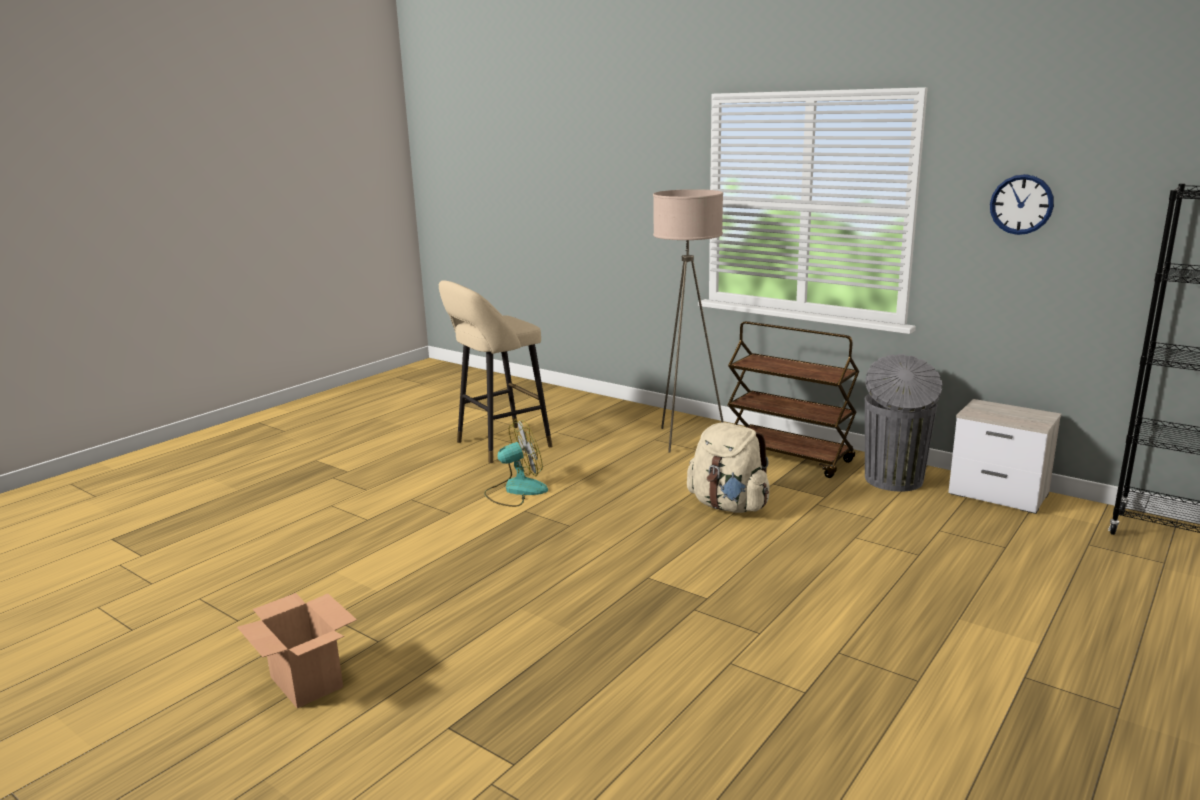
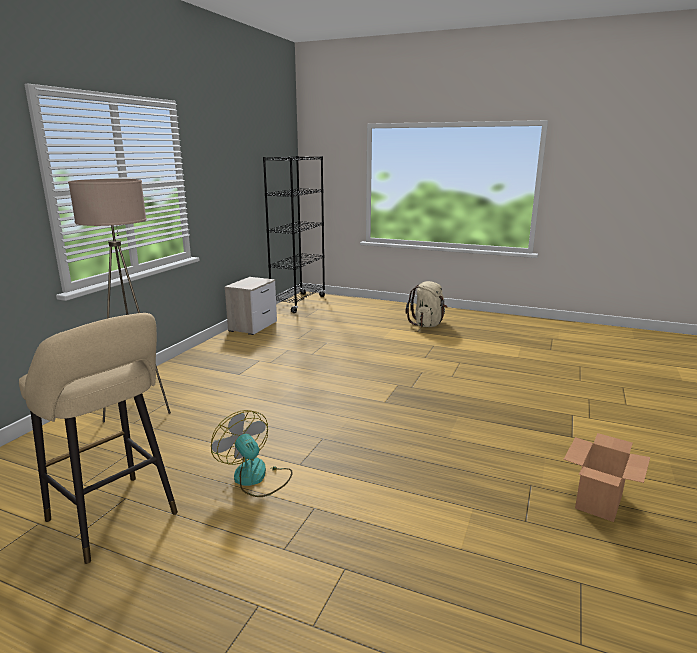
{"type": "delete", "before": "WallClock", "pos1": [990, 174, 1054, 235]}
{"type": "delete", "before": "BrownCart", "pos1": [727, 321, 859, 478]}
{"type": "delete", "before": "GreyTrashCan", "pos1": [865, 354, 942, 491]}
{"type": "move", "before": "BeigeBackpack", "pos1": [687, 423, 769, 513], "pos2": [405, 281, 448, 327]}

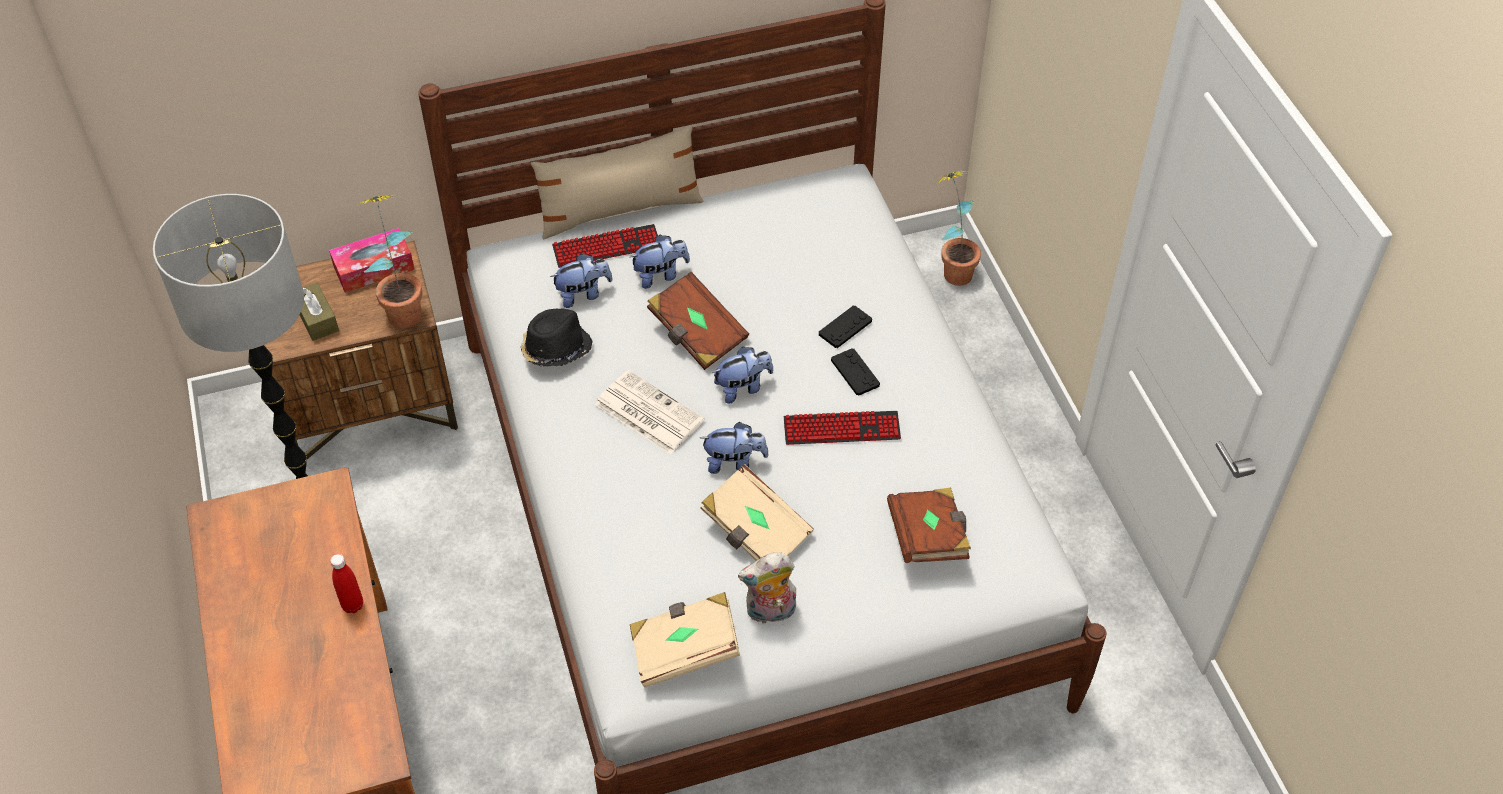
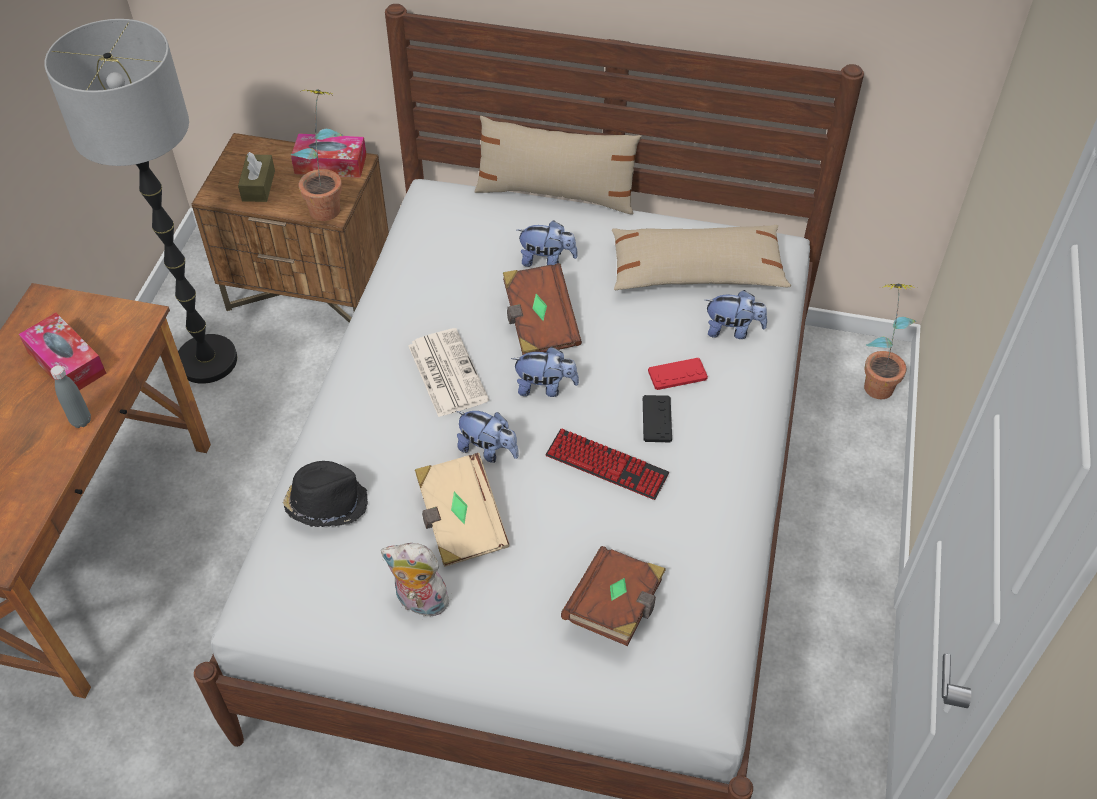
{"type": "delete", "before": "Keyboard", "pos1": [552, 224, 658, 268]}
{"type": "move", "before": "PlushToy", "pos1": [550, 254, 613, 308], "pos2": [705, 290, 767, 339]}
{"type": "recolor", "before": "BlackGameController", "after": "RedGameController", "pos1": [819, 306, 872, 348], "pos2": [648, 358, 708, 390]}
{"type": "move", "before": "BlackHat", "pos1": [521, 309, 593, 366], "pos2": [283, 461, 368, 527]}
{"type": "recolor", "before": "RedBottle", "after": "GreyBottle", "pos1": [330, 554, 363, 613], "pos2": [50, 365, 91, 428]}
{"type": "delete", "before": "BeigeBook", "pos1": [630, 592, 740, 687]}
{"type": "insert", "after": "BeigePillow", "pos2": [612, 225, 791, 290]}
{"type": "insert", "after": "TissueBox", "pos2": [19, 313, 107, 390]}

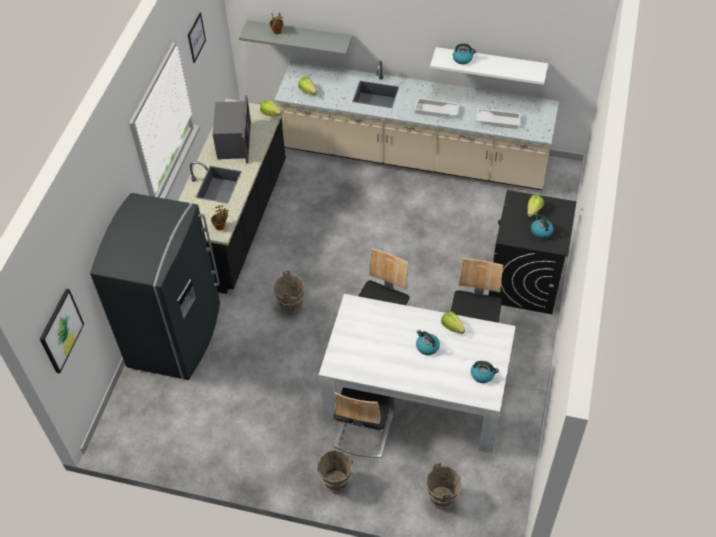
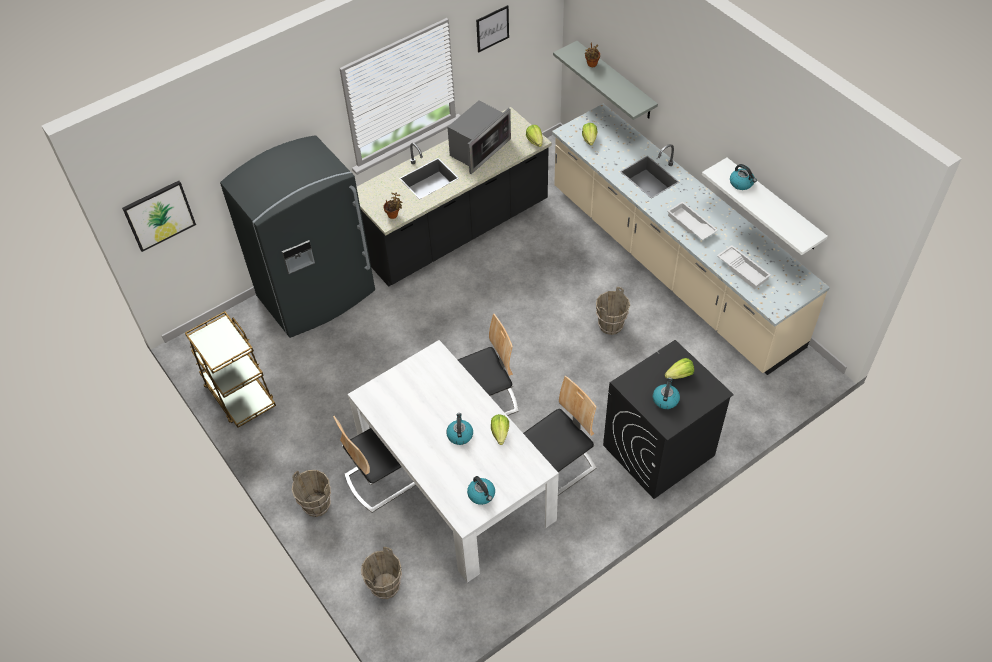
{"type": "move", "before": "BrownBucket", "pos1": [274, 270, 305, 314], "pos2": [596, 287, 630, 335]}
{"type": "insert", "after": "BrownCart", "pos2": [185, 311, 276, 428]}

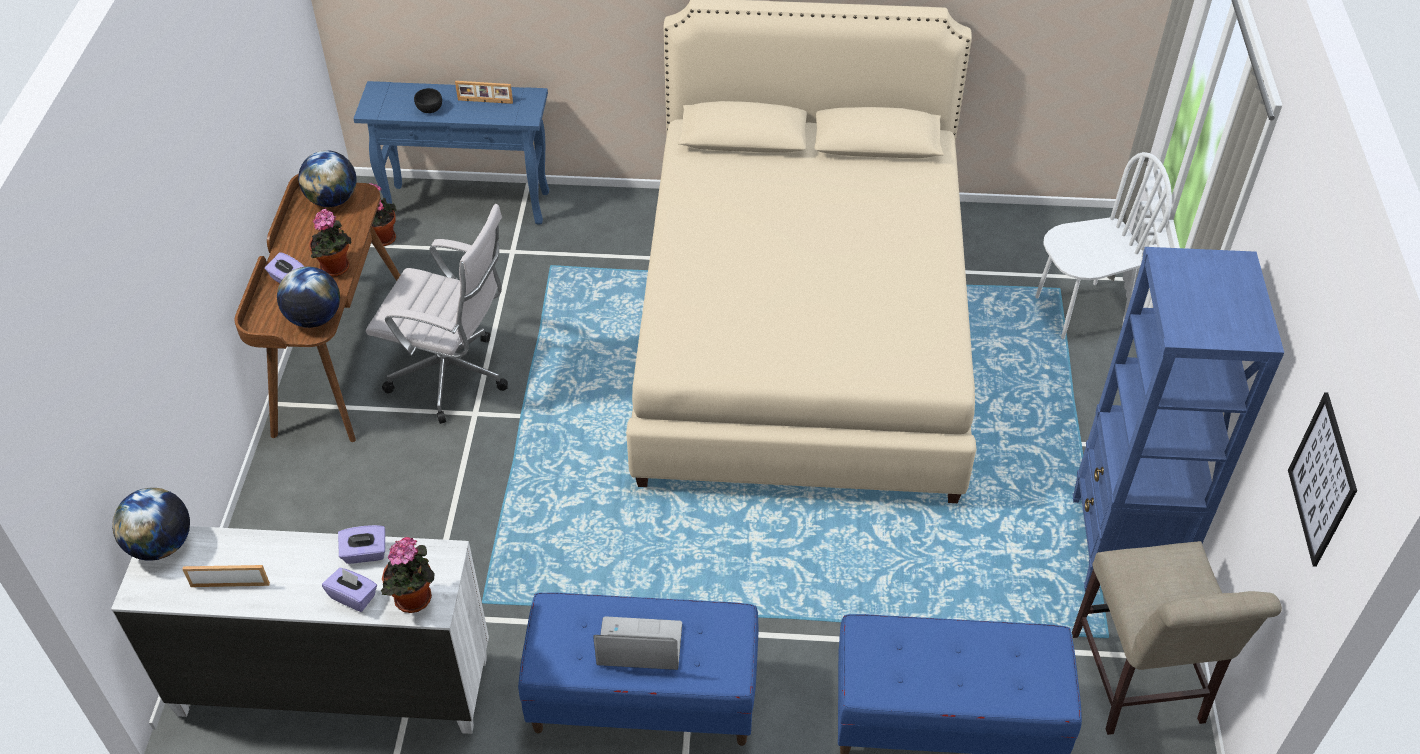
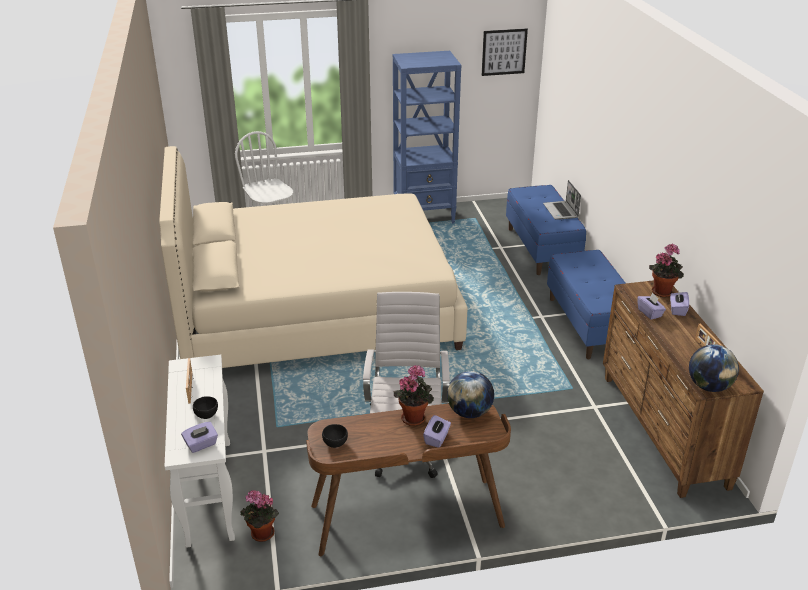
{"type": "recolor", "before": "BlueConsoleTable", "after": "WhiteConsoleTable", "pos1": [353, 81, 549, 224], "pos2": [165, 355, 235, 548]}
{"type": "replace", "before": "Globe", "after": "BlackBowl", "pos1": [298, 150, 357, 207], "pos2": [322, 424, 348, 448]}
{"type": "recolor", "before": "WhiteDresser", "after": "BrownDresser", "pos1": [111, 526, 489, 734], "pos2": [603, 280, 764, 498]}
{"type": "delete", "before": "BeigeChair", "pos1": [1072, 541, 1282, 735]}
{"type": "move", "before": "Laptop", "pos1": [593, 616, 682, 670], "pos2": [543, 180, 581, 220]}
{"type": "insert", "after": "PurpleTissueBox", "pos2": [181, 422, 218, 453]}

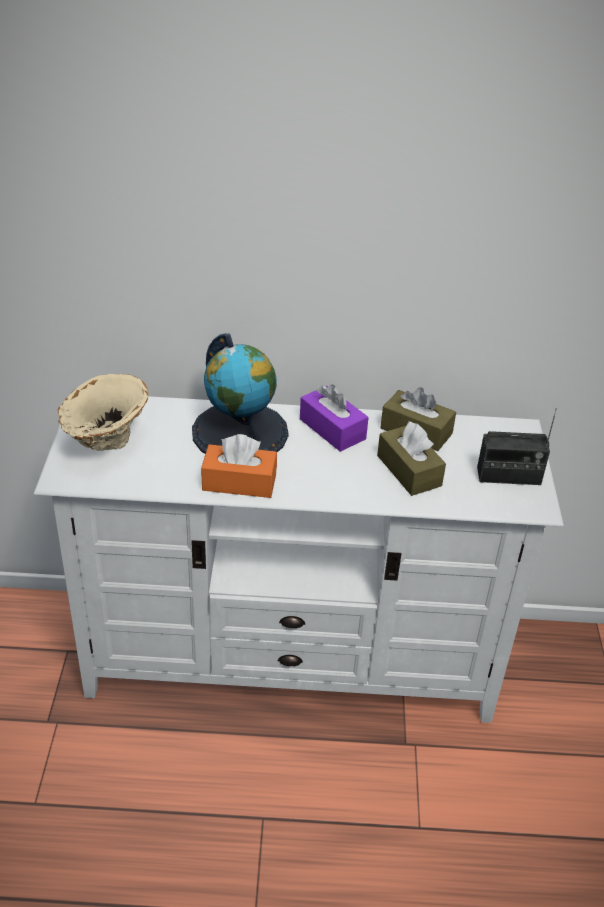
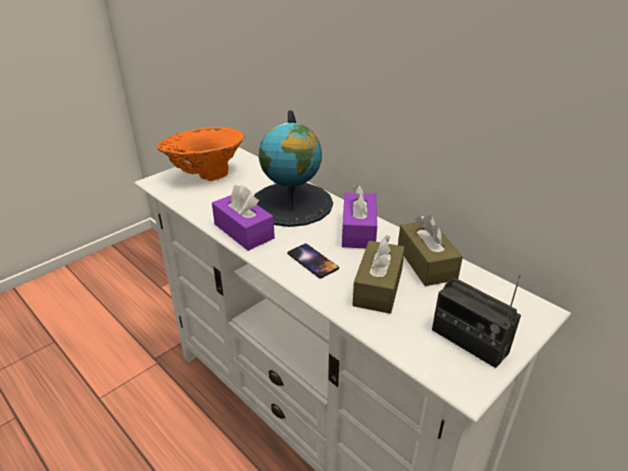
{"type": "recolor", "before": "BeigeVase", "after": "OrangeVase", "pos1": [58, 374, 149, 451], "pos2": [157, 127, 245, 181]}
{"type": "recolor", "before": "OrangeTissueBox", "after": "PurpleTissueBox", "pos1": [201, 434, 277, 498], "pos2": [212, 185, 275, 251]}
{"type": "insert", "after": "Phone", "pos2": [287, 243, 339, 279]}

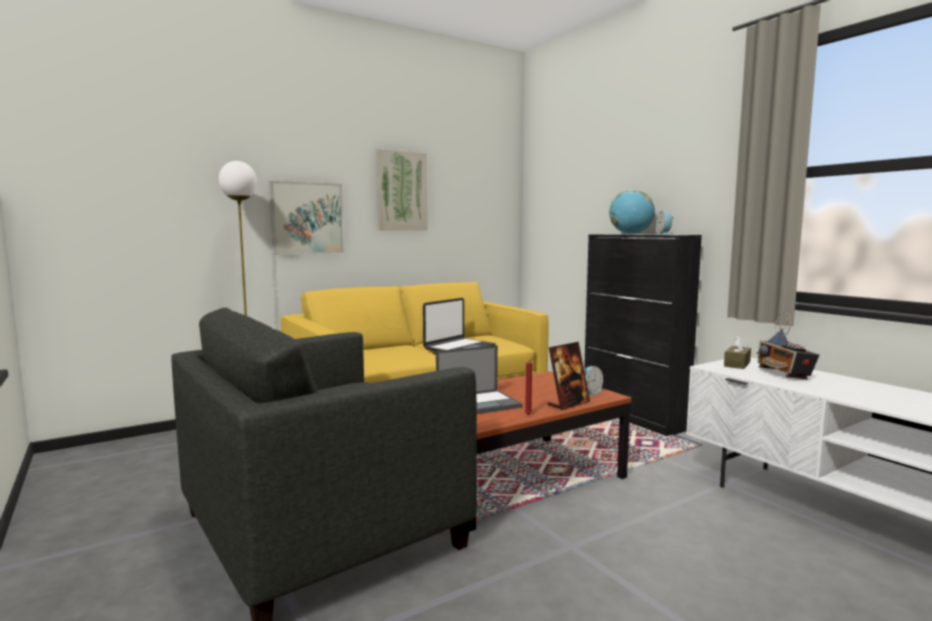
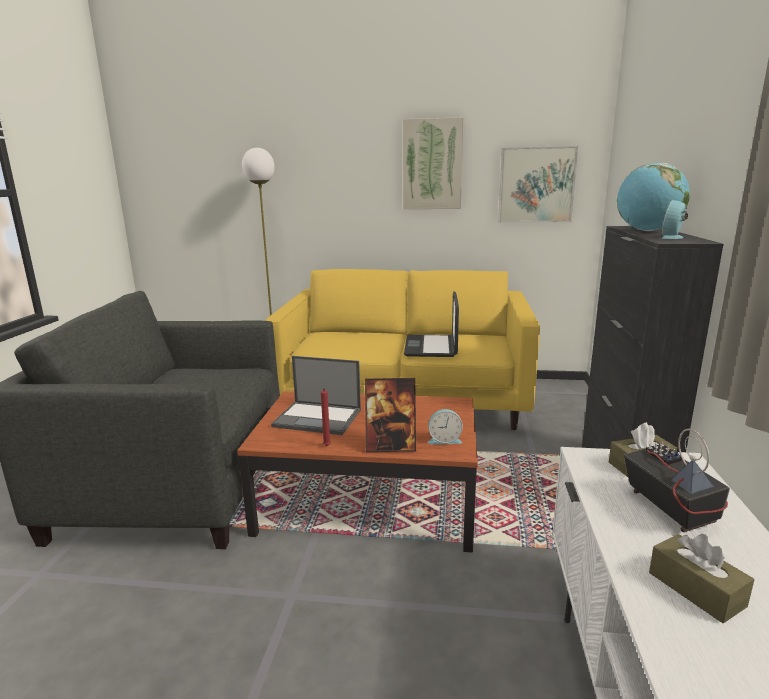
{"type": "move", "before": "Picture", "pos1": [269, 181, 344, 255], "pos2": [498, 146, 578, 223]}
{"type": "rotate", "before": "Laptop", "pos1": [423, 298, 496, 351], "pos2": [404, 291, 459, 357], "turn": 105}
{"type": "rotate", "before": "Radio", "pos1": [757, 312, 819, 379], "pos2": [624, 429, 730, 532], "turn": 135}
{"type": "insert", "after": "BrownTissueBox", "pos2": [649, 534, 754, 623]}

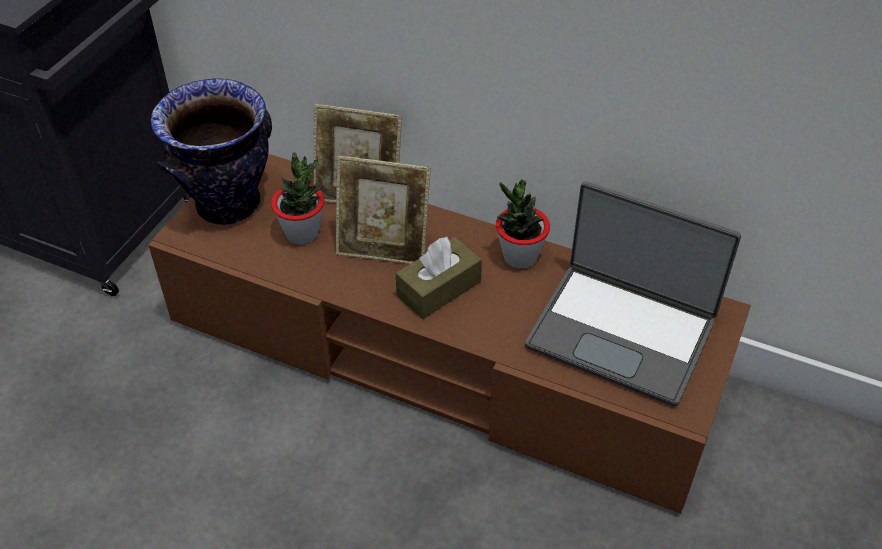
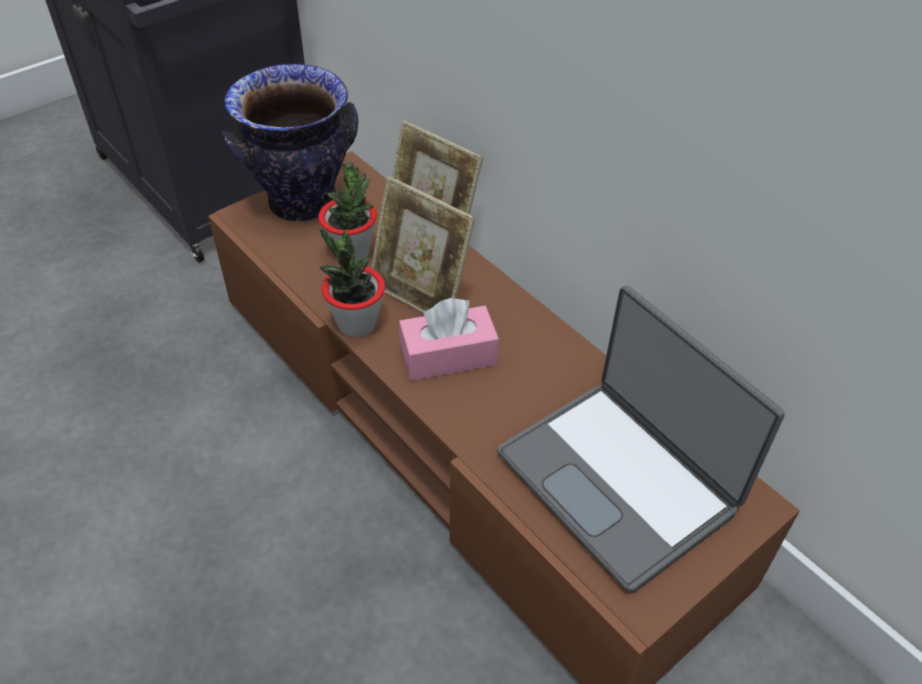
{"type": "move", "before": "PottedPlant", "pos1": [496, 180, 550, 269], "pos2": [319, 226, 385, 337]}
{"type": "recolor", "before": "BrownTissueBox", "after": "PinkTissueBox", "pos1": [396, 237, 482, 319], "pos2": [399, 298, 499, 381]}

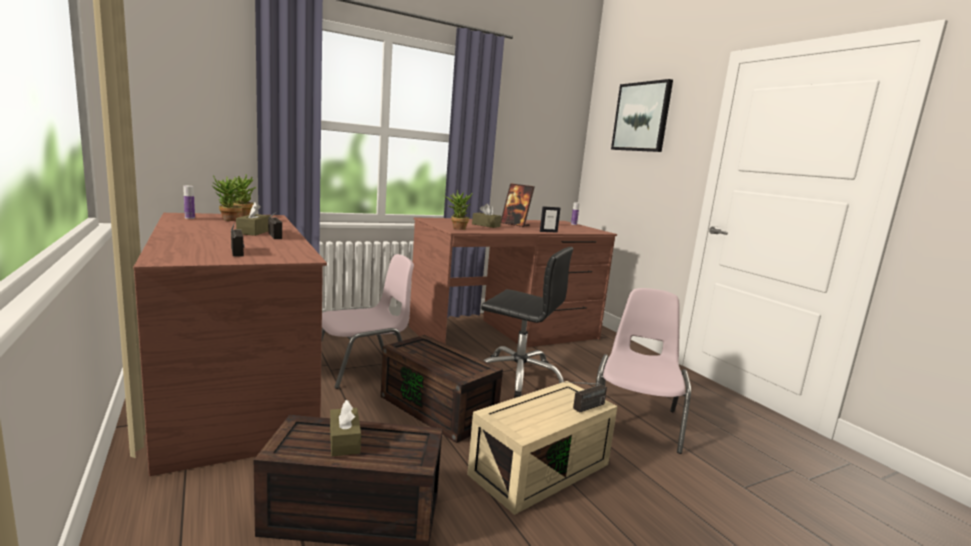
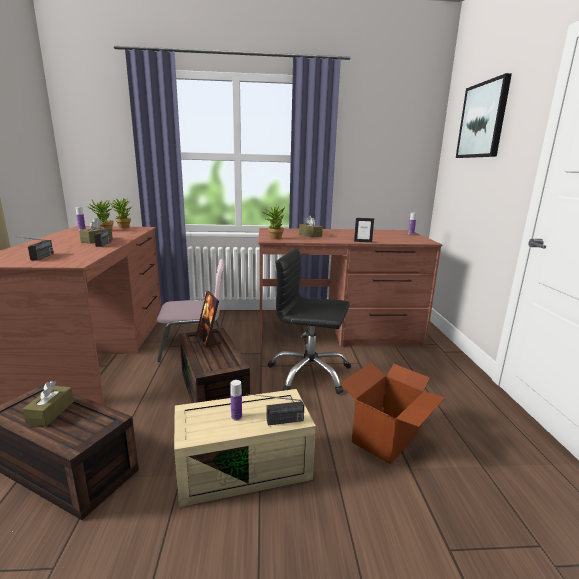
{"type": "move", "before": "PictureFrame", "pos1": [501, 183, 535, 227], "pos2": [196, 291, 221, 347]}
{"type": "rotate", "before": "BlackOfficeChair", "pos1": [481, 247, 573, 398], "pos2": [268, 248, 351, 394], "turn": 150}
{"type": "replace", "before": "PinkChair", "after": "CardboardBox", "pos1": [595, 288, 691, 454], "pos2": [340, 363, 445, 464]}
{"type": "insert", "after": "Bottle", "pos2": [230, 380, 242, 421]}

